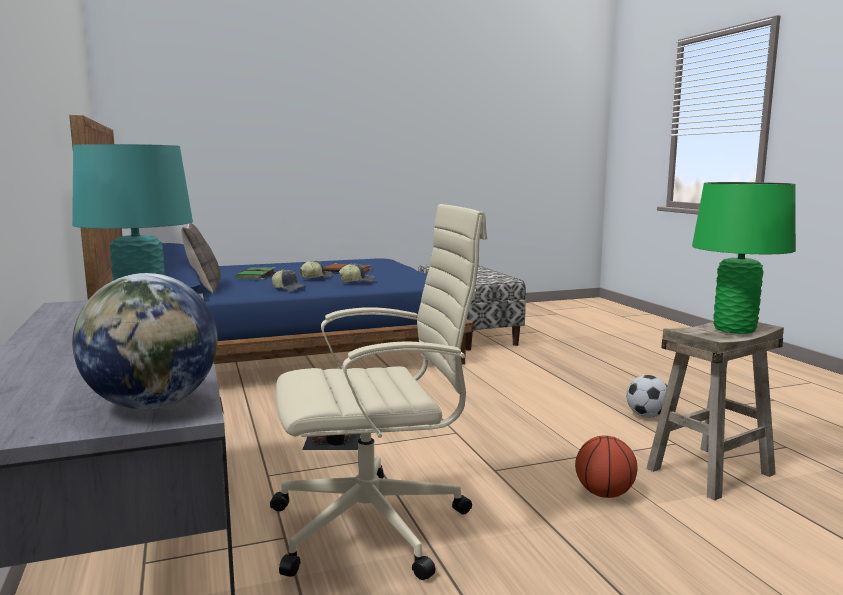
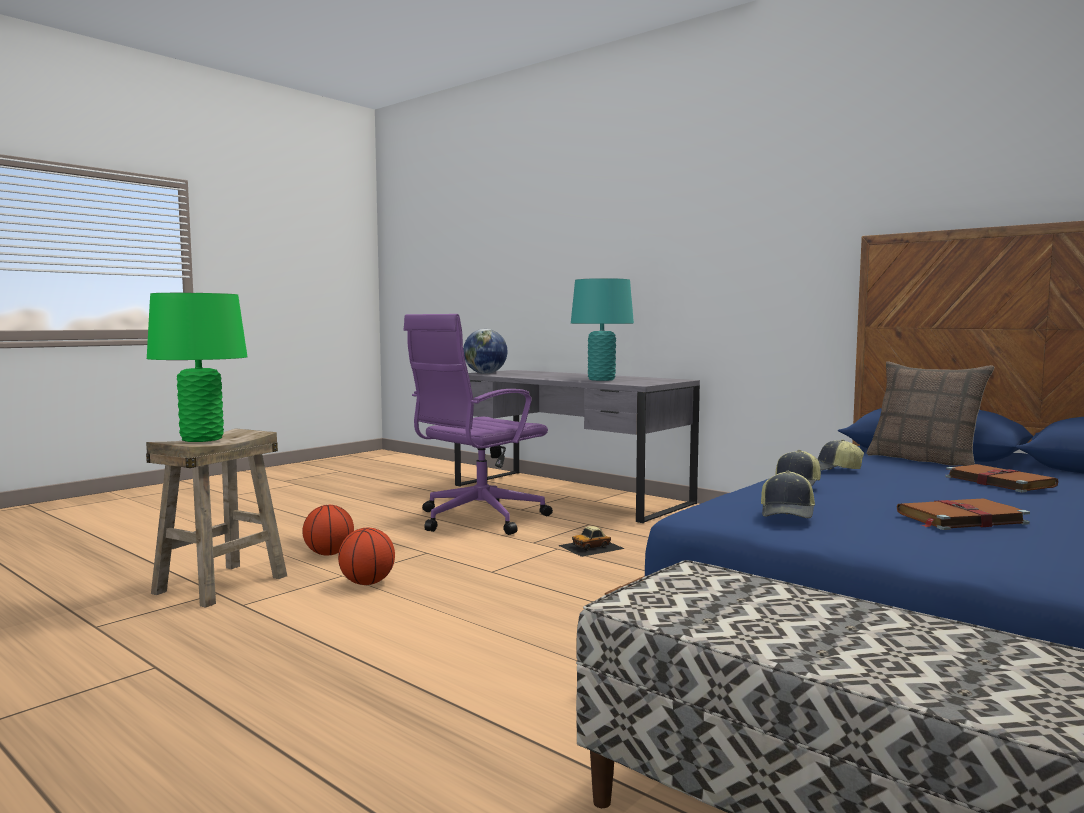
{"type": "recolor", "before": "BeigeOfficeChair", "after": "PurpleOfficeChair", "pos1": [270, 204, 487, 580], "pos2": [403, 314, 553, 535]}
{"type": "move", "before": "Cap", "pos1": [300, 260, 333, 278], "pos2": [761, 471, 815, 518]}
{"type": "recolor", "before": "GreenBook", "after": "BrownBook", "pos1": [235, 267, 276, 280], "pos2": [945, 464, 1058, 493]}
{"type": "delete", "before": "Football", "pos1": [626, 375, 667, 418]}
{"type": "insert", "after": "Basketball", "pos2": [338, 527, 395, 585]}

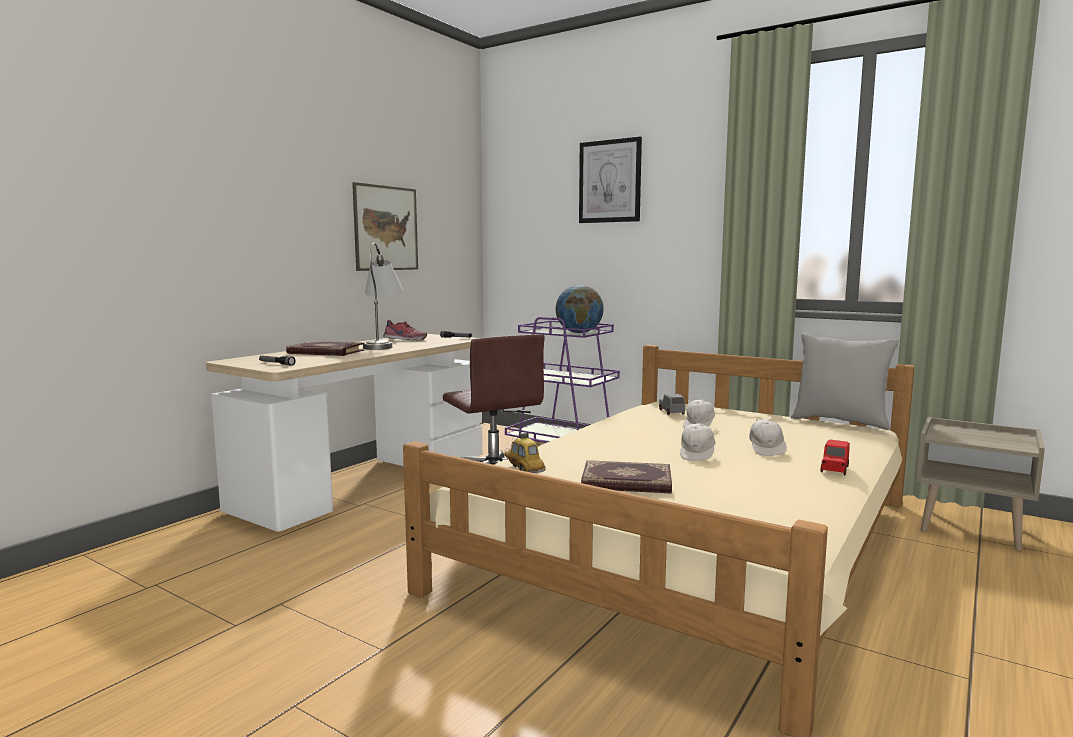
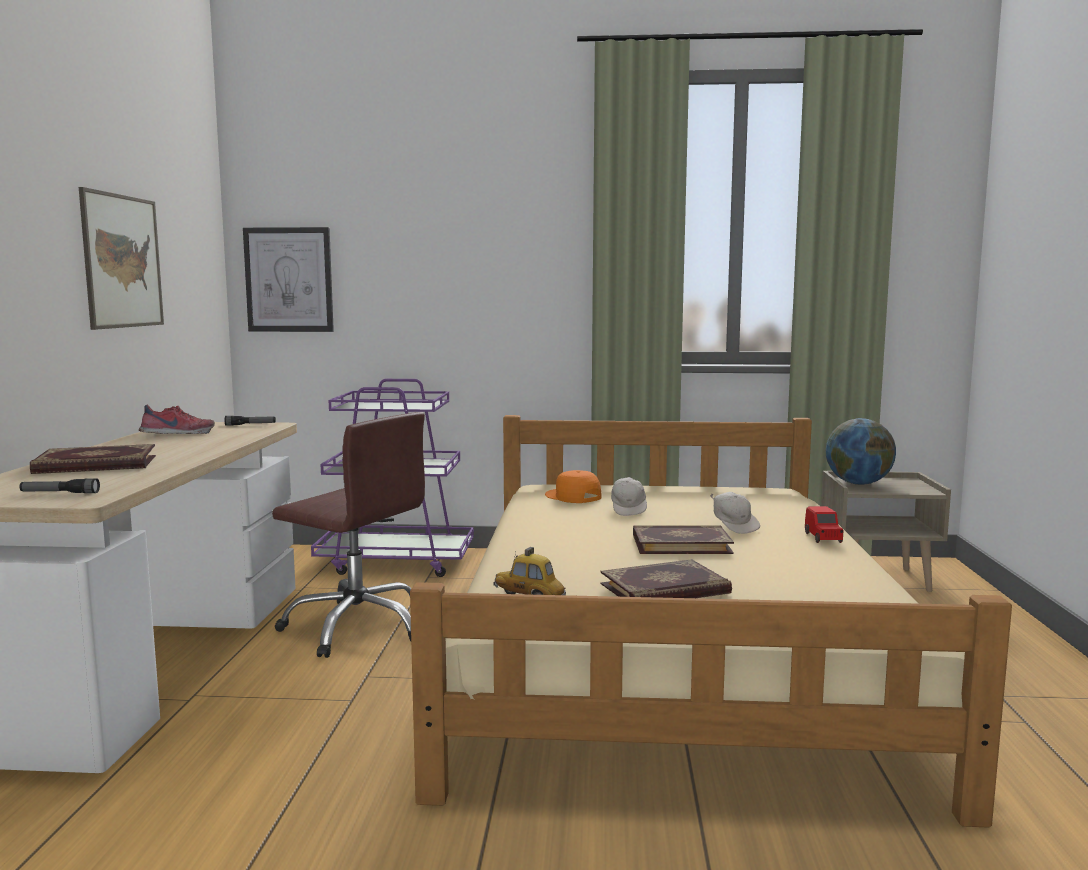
{"type": "move", "before": "Picture", "pos1": [579, 136, 642, 223], "pos2": [243, 227, 334, 332]}
{"type": "delete", "before": "GreyTableLamp", "pos1": [363, 243, 403, 350]}
{"type": "move", "before": "Globe", "pos1": [556, 285, 604, 333], "pos2": [826, 418, 896, 485]}
{"type": "delete", "before": "GreyPillow", "pos1": [791, 333, 899, 430]}
{"type": "replace", "before": "GreyToyCar", "after": "OrangeCap", "pos1": [659, 394, 685, 415], "pos2": [545, 470, 601, 503]}
{"type": "replace", "before": "WhiteCap", "after": "Book", "pos1": [680, 423, 715, 461], "pos2": [633, 525, 734, 554]}

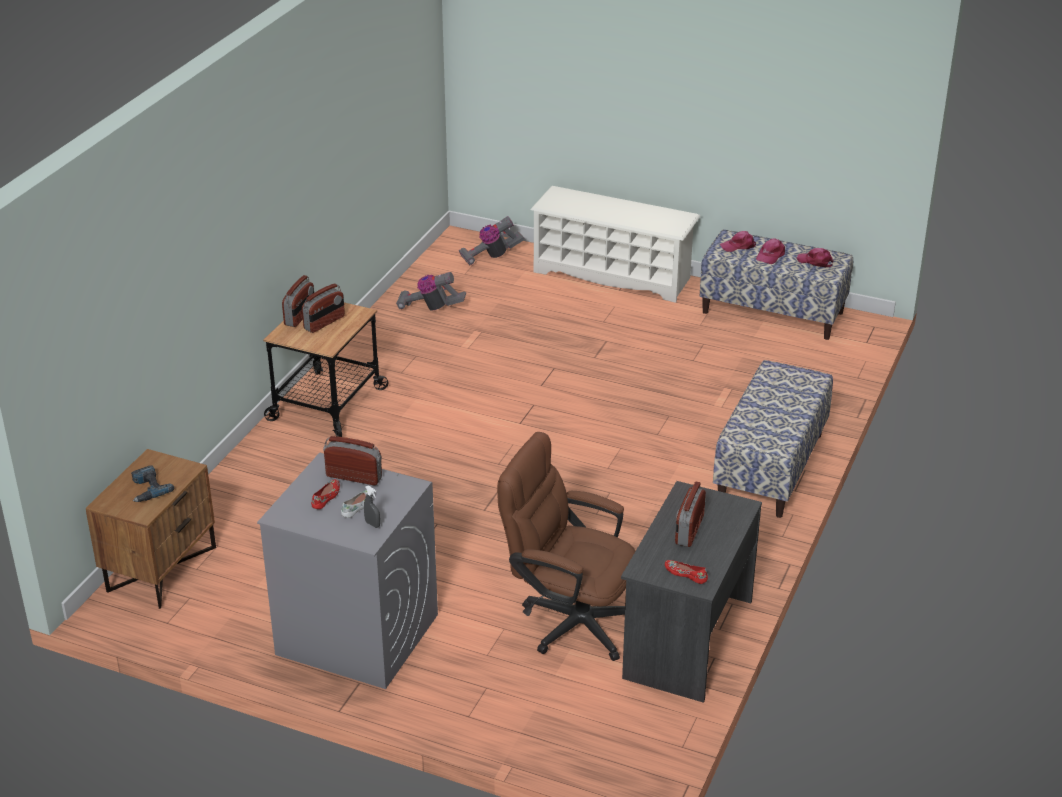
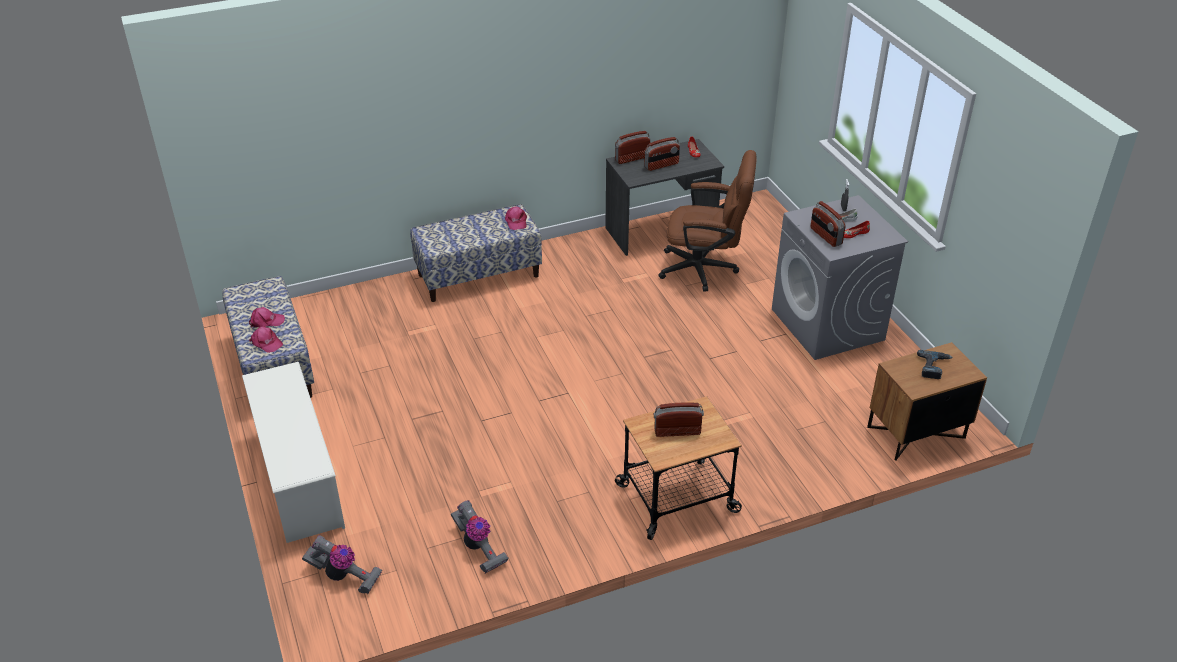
{"type": "move", "before": "PinkCap", "pos1": [797, 248, 834, 267], "pos2": [505, 206, 527, 230]}
{"type": "move", "before": "Radio", "pos1": [282, 275, 314, 327], "pos2": [615, 131, 650, 164]}
{"type": "rotate", "before": "BrownOfficeChair", "pos1": [497, 432, 635, 661], "pos2": [658, 150, 757, 292], "turn": -60}

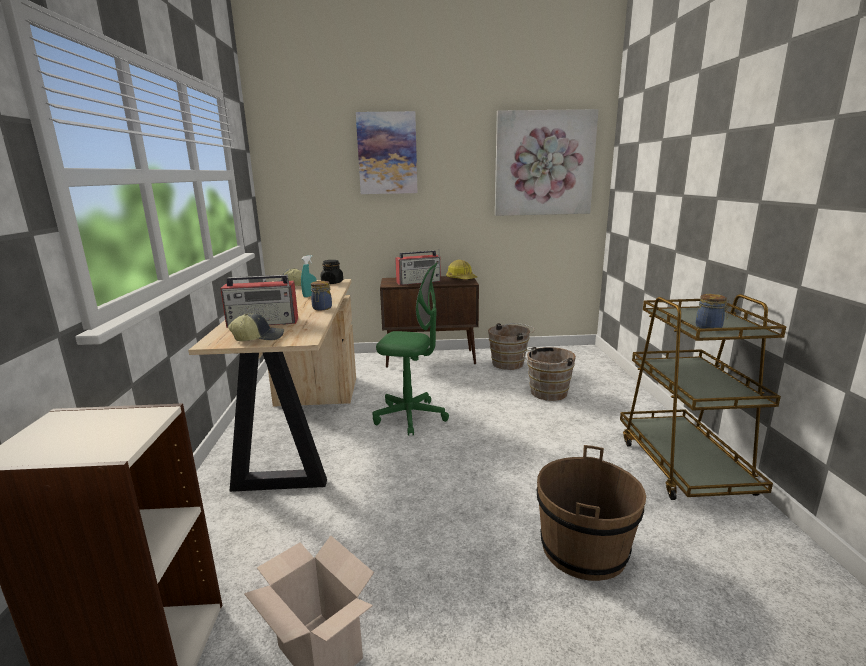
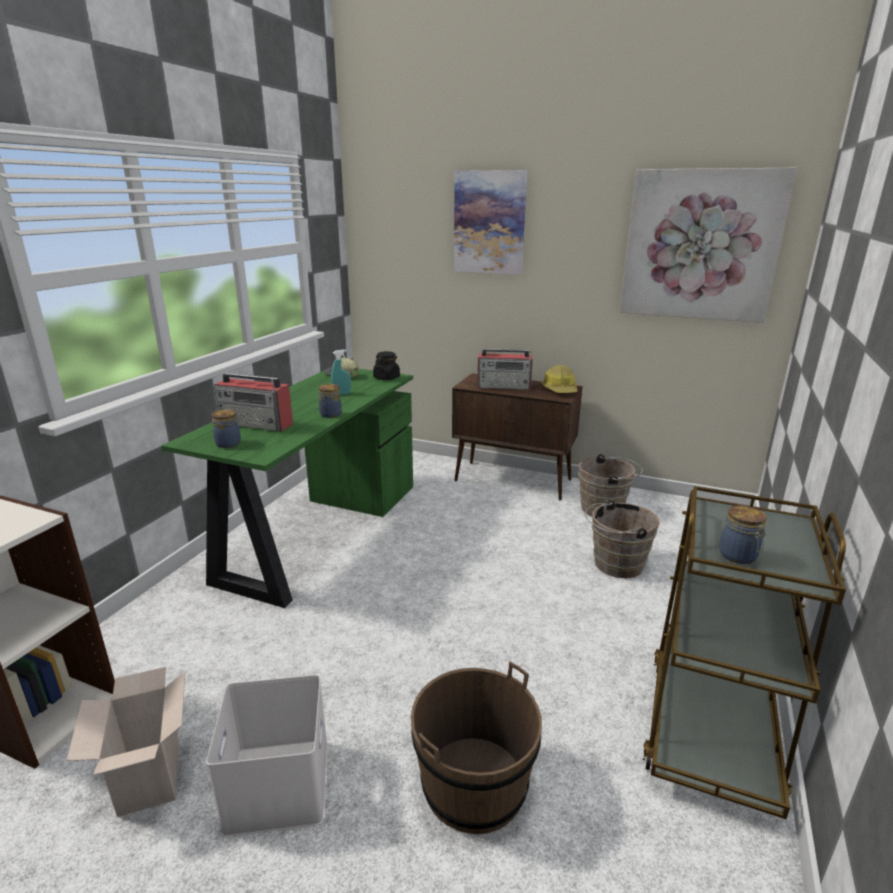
{"type": "delete", "before": "GreenOfficeChair", "pos1": [372, 262, 449, 436]}
{"type": "recolor", "before": "BeigeDesk", "after": "GreenDesk", "pos1": [188, 279, 356, 492], "pos2": [161, 367, 413, 608]}
{"type": "replace", "before": "Cap", "after": "Jar", "pos1": [228, 313, 284, 341], "pos2": [211, 409, 241, 448]}
{"type": "insert", "after": "WhiteStorageBox", "pos2": [206, 675, 328, 837]}

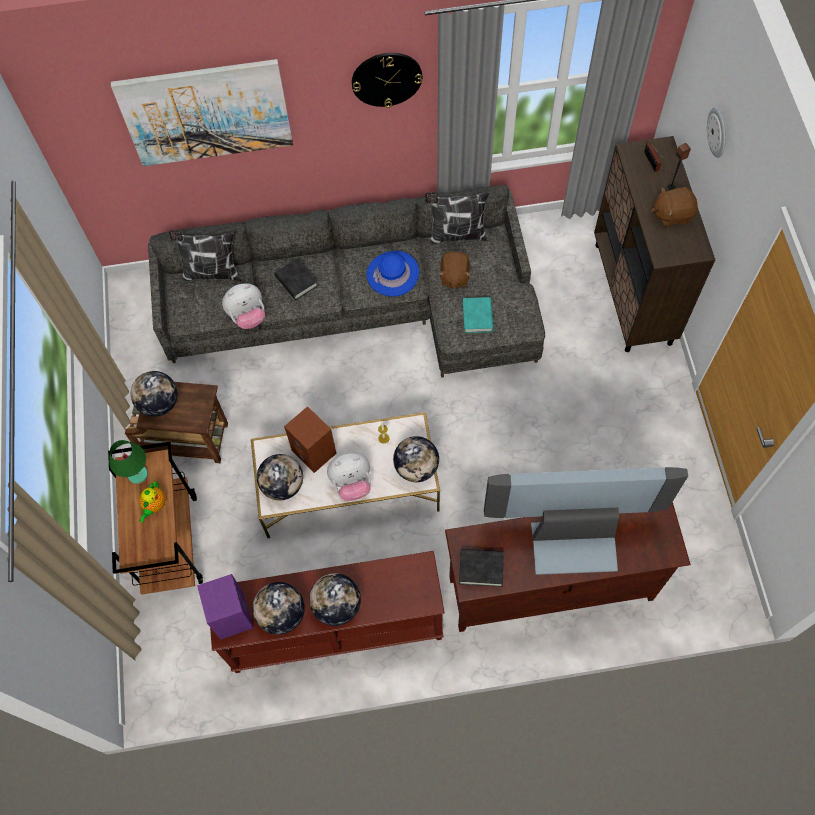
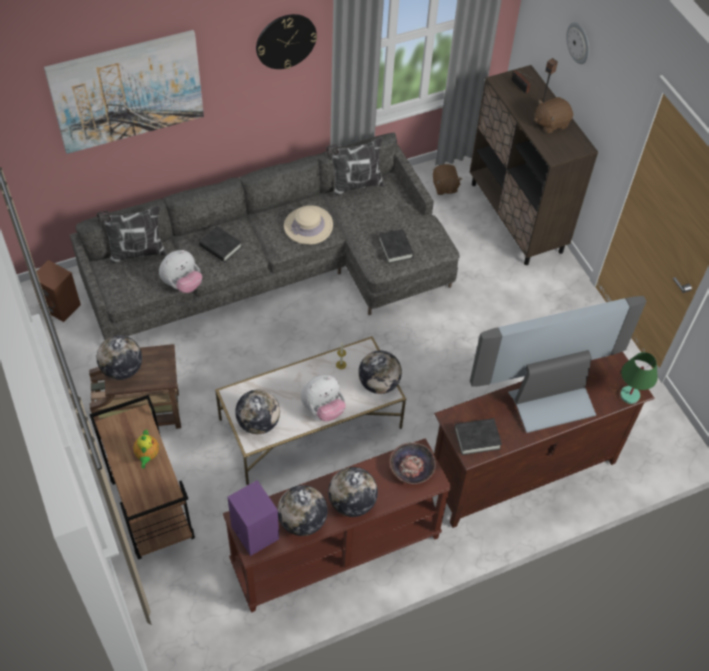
{"type": "recolor", "before": "BlueHat", "after": "BeigeHat", "pos1": [367, 251, 419, 297], "pos2": [284, 205, 333, 245]}
{"type": "move", "before": "BrownPlushToy", "pos1": [439, 251, 471, 289], "pos2": [433, 164, 462, 195]}
{"type": "recolor", "before": "TurquoiseBook", "after": "BlackBook", "pos1": [463, 297, 493, 333], "pos2": [379, 229, 414, 264]}
{"type": "move", "before": "BrownSpeaker", "pos1": [284, 406, 337, 473], "pos2": [30, 260, 81, 322]}
{"type": "move", "before": "GreenTableLamp", "pos1": [109, 440, 148, 484], "pos2": [620, 352, 658, 404]}
{"type": "insert", "after": "Bowl", "pos2": [390, 442, 436, 484]}

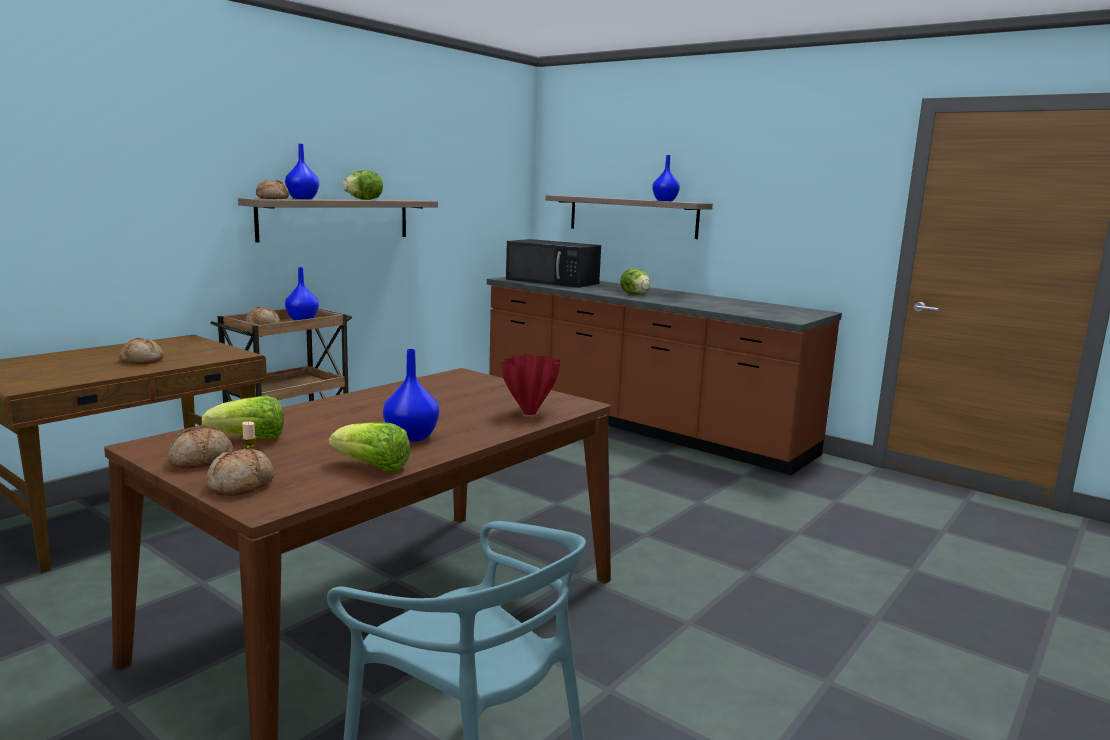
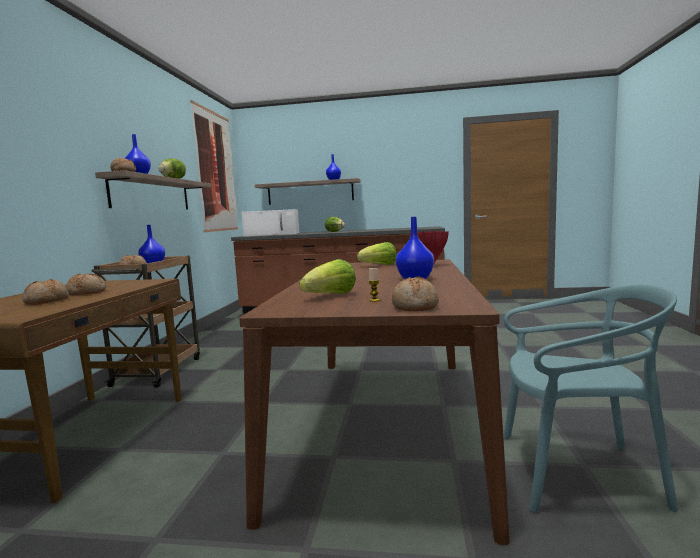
{"type": "recolor", "before": "BlackMicrowave", "after": "WhiteMicrowave", "pos1": [506, 239, 601, 288], "pos2": [242, 209, 299, 236]}
{"type": "move", "before": "Lettuce", "pos1": [329, 423, 410, 472], "pos2": [357, 242, 396, 265]}
{"type": "move", "before": "Bread", "pos1": [169, 427, 233, 469], "pos2": [22, 279, 69, 305]}
{"type": "insert", "after": "Picture", "pos2": [190, 100, 238, 232]}

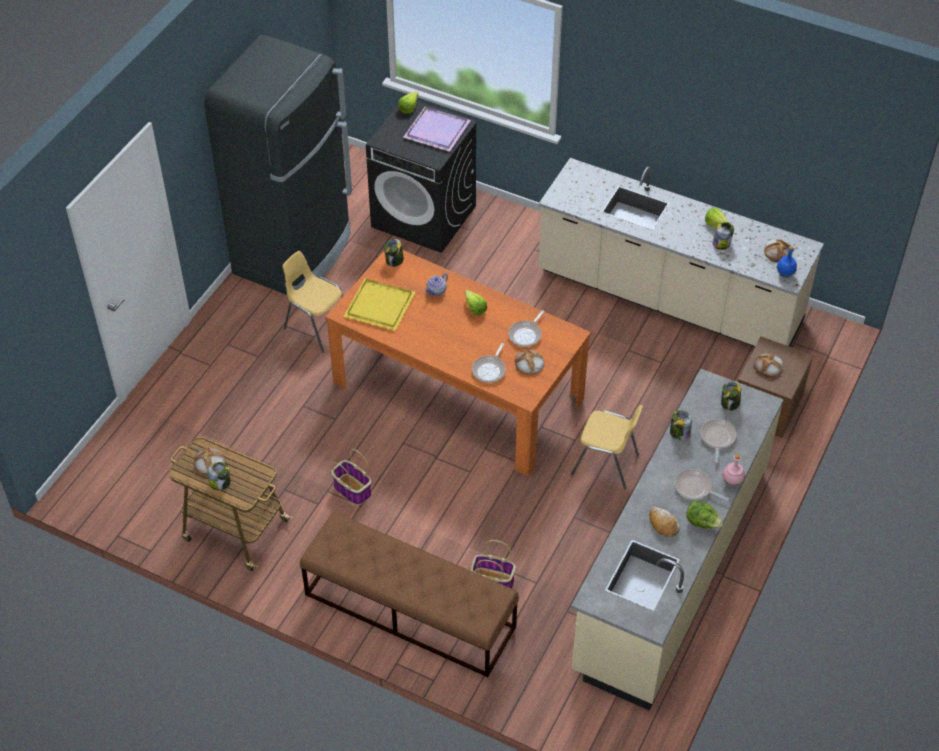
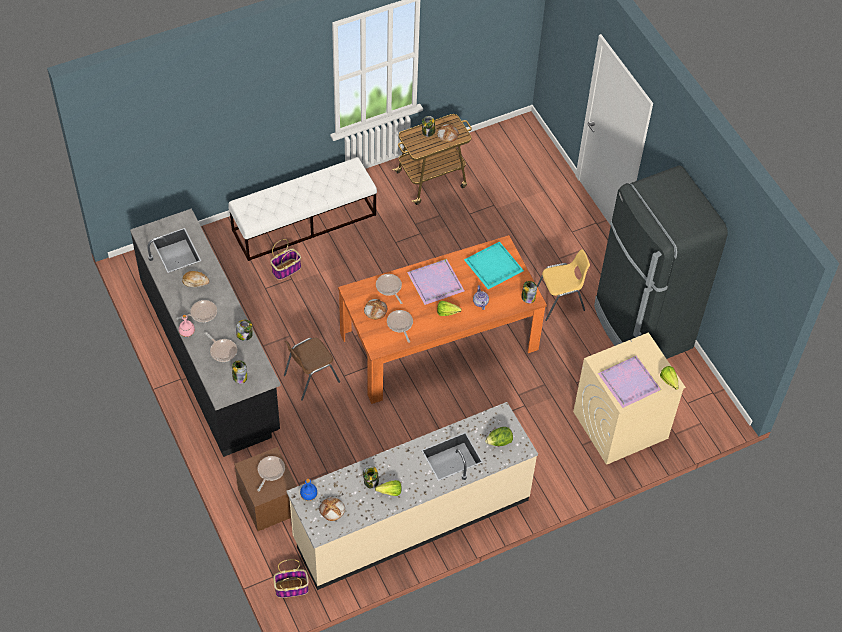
{"type": "recolor", "before": "BlackWashingMachine", "after": "BeigeWashingMachine", "pos1": [366, 101, 477, 253], "pos2": [573, 333, 686, 465]}
{"type": "recolor", "before": "YellowTray", "after": "TurquoiseTray", "pos1": [343, 278, 416, 331], "pos2": [464, 241, 524, 289]}
{"type": "replace", "before": "Bread", "after": "FryingPan", "pos1": [754, 353, 783, 377], "pos2": [257, 456, 285, 492]}
{"type": "recolor", "before": "BeigeCounter", "after": "BlackCounter", "pos1": [571, 368, 784, 711], "pos2": [130, 208, 281, 457]}
{"type": "recolor", "before": "YellowChair", "after": "BrownChair", "pos1": [571, 405, 643, 489], "pos2": [284, 337, 340, 401]}
{"type": "move", "before": "Basket", "pos1": [331, 449, 371, 505], "pos2": [273, 559, 309, 598]}
{"type": "move", "before": "Lettuce", "pos1": [686, 500, 723, 529], "pos2": [485, 427, 513, 446]}
{"type": "recolor", "before": "BrownBench", "after": "WhiteBench", "pos1": [300, 512, 519, 678], "pos2": [228, 157, 377, 261]}
{"type": "insert", "after": "PurpleTray", "pos2": [407, 259, 464, 305]}

